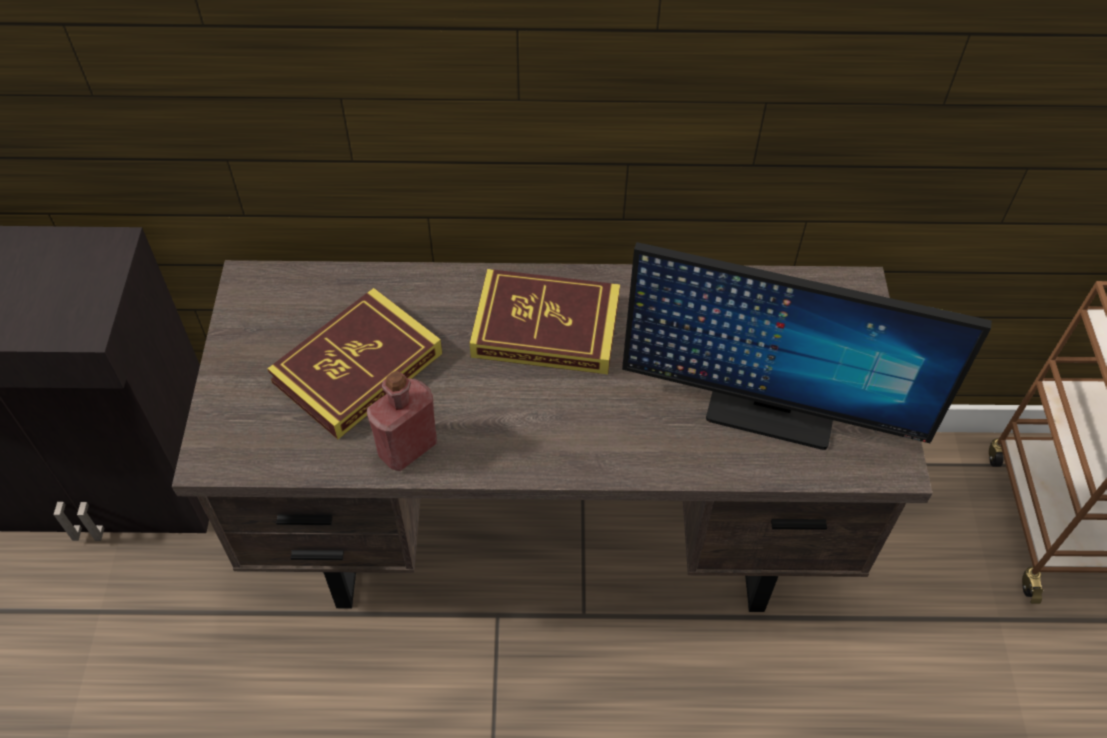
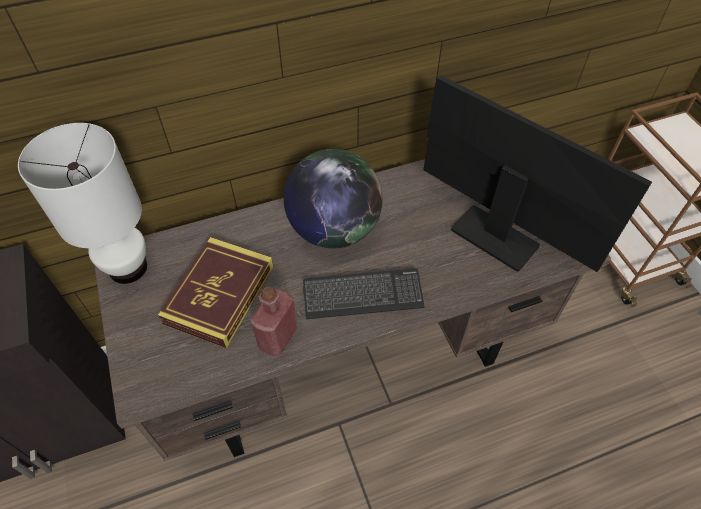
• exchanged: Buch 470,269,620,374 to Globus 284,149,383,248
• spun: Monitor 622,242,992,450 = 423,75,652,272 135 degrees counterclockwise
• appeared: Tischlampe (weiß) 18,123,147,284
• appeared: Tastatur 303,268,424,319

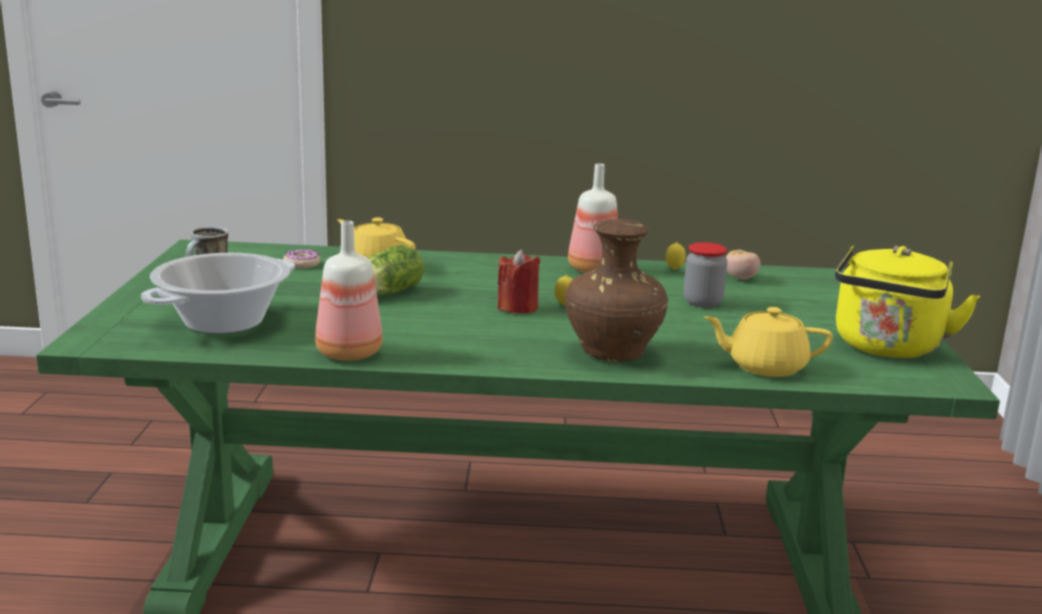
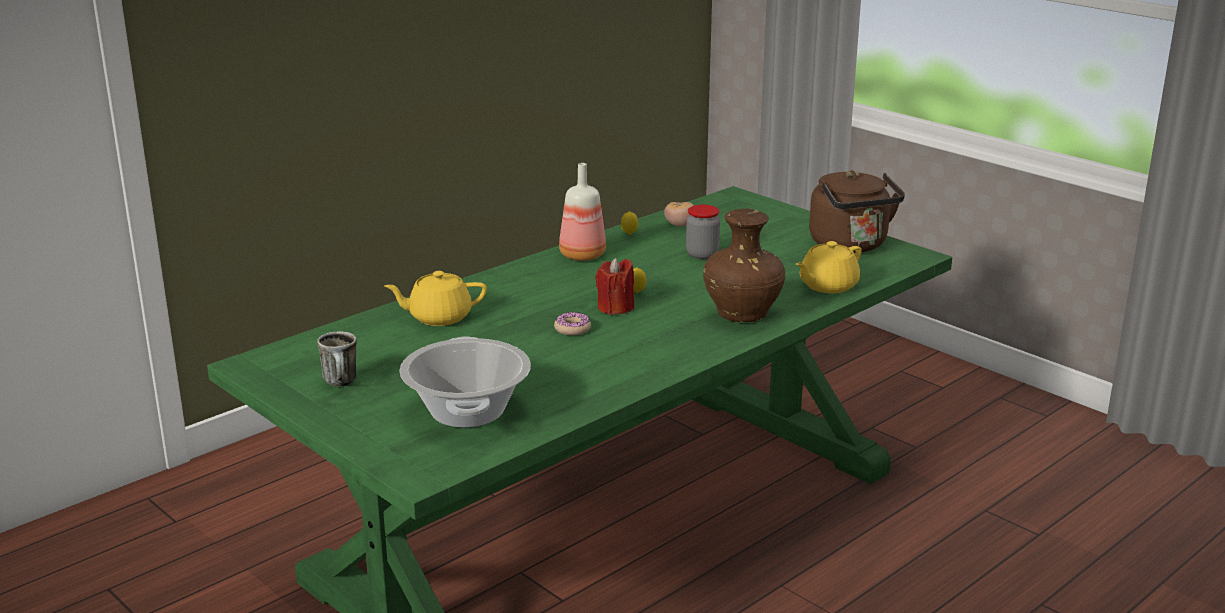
• relocated: Donut 283,249,320,269 to 554,312,591,336
• missing: Flasche 315,221,383,361
• missing: Salatkopf 368,245,424,295
• colour: Wasserkessel (gelb) 835,246,980,358 to Wasserkessel (braun) 809,170,905,253

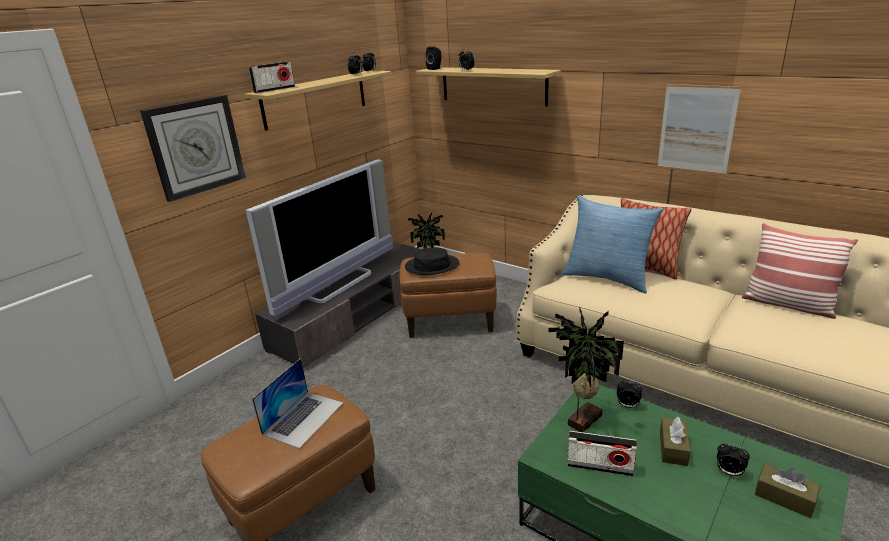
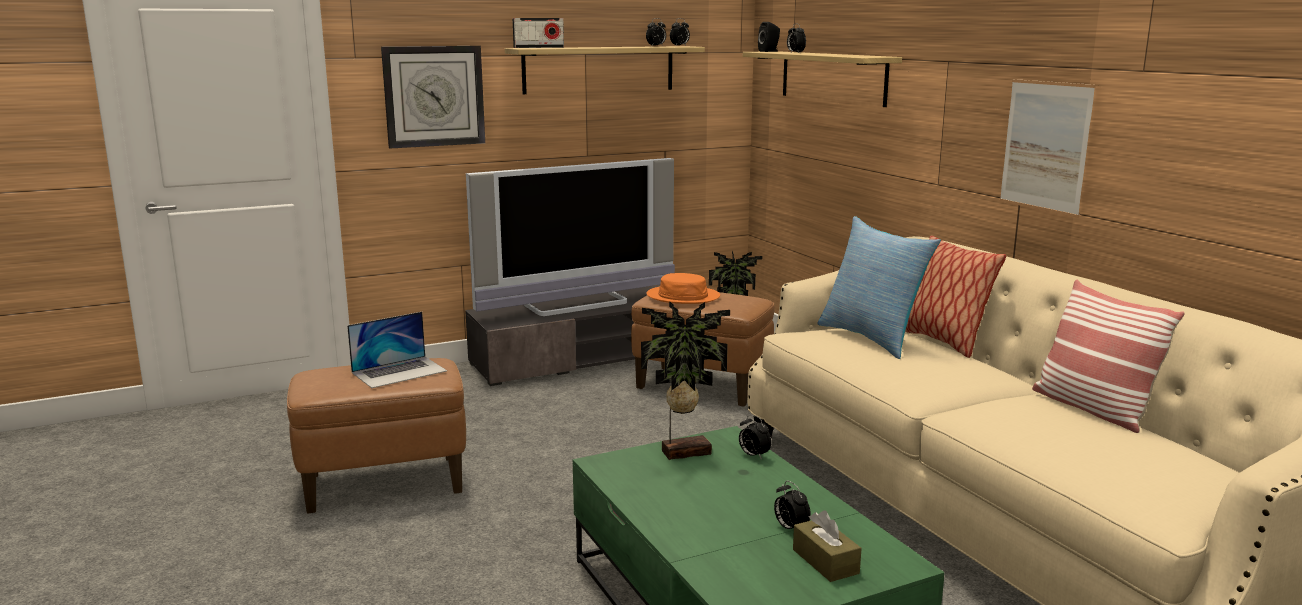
• colour: Hut (schwarz) 405,248,459,275 to Hut (orange) 646,273,720,304
• missing: Radio 567,431,637,476
• missing: Taschentuchbox (braun) 660,416,691,466

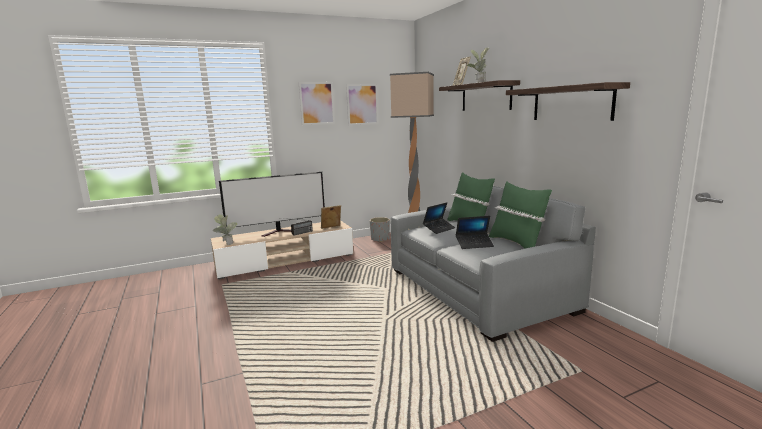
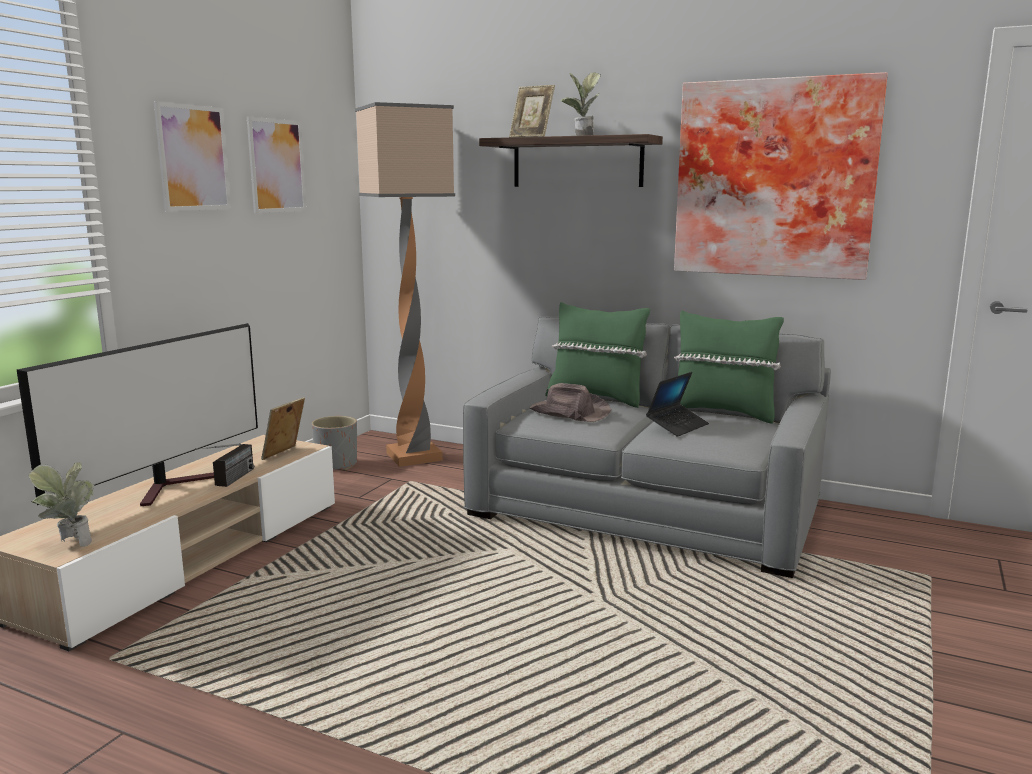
• exchanged: Laptop 423,202,455,234 to Hut (braun) 529,383,611,422
• exchanged: Wandregal 506,82,630,121 to Bild 674,72,888,280

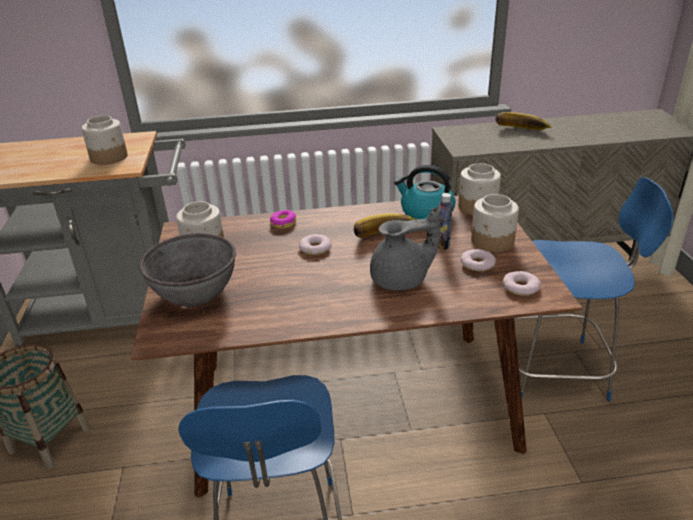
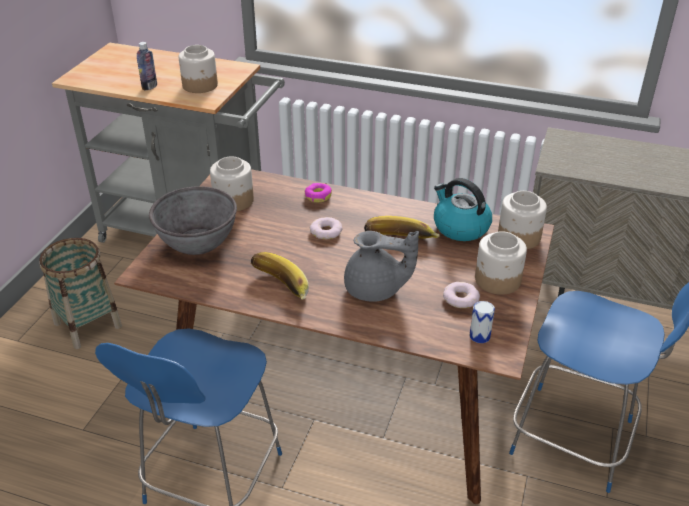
• relocated: Flasche 438,193,453,250 to 137,42,157,91
• relocated: Banane 495,112,552,130 to 251,252,309,300
• exchanged: Donut 503,271,541,296 to Dose 470,301,495,343

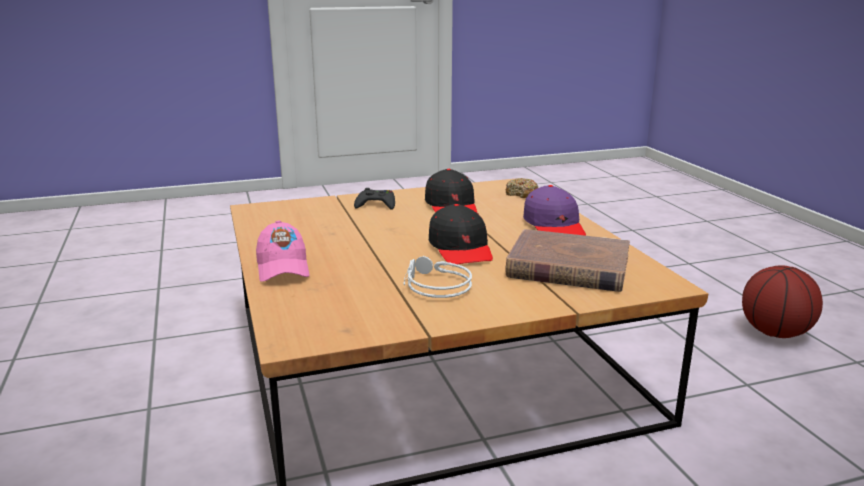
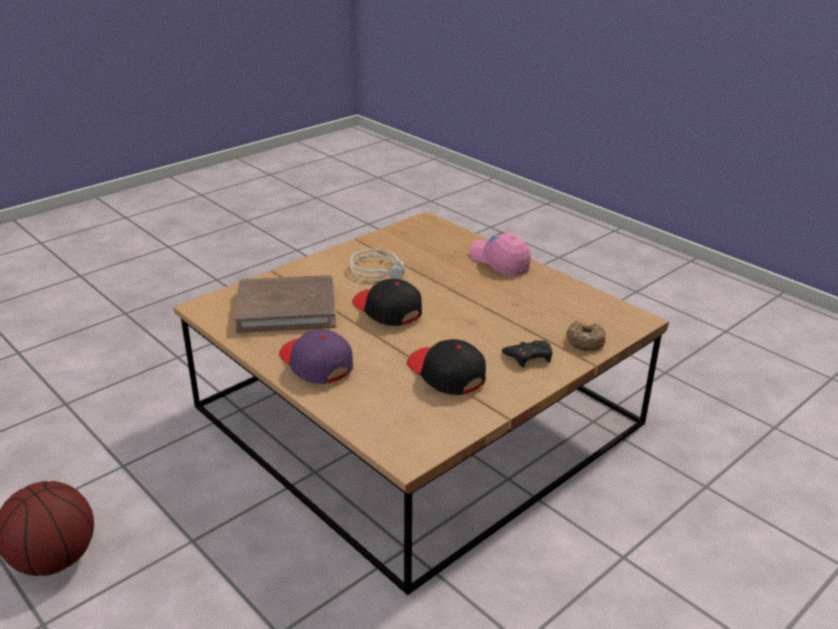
• relocated: Donut 506,178,538,198 to 566,321,606,351

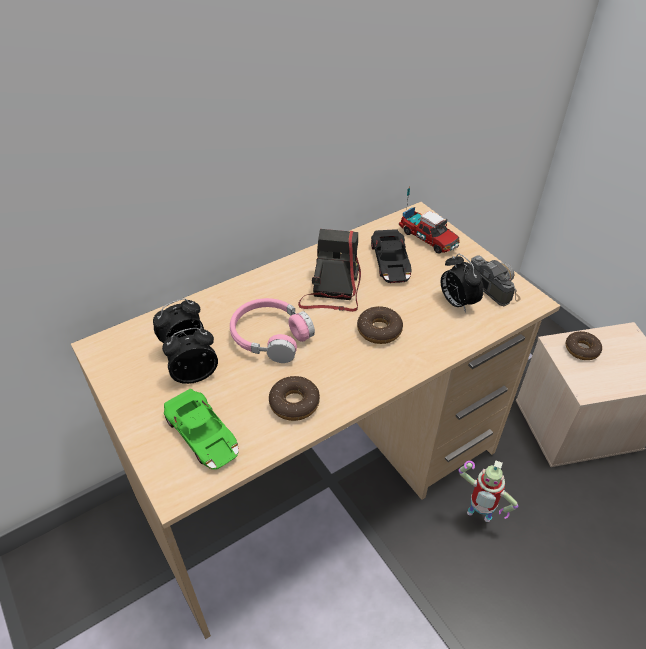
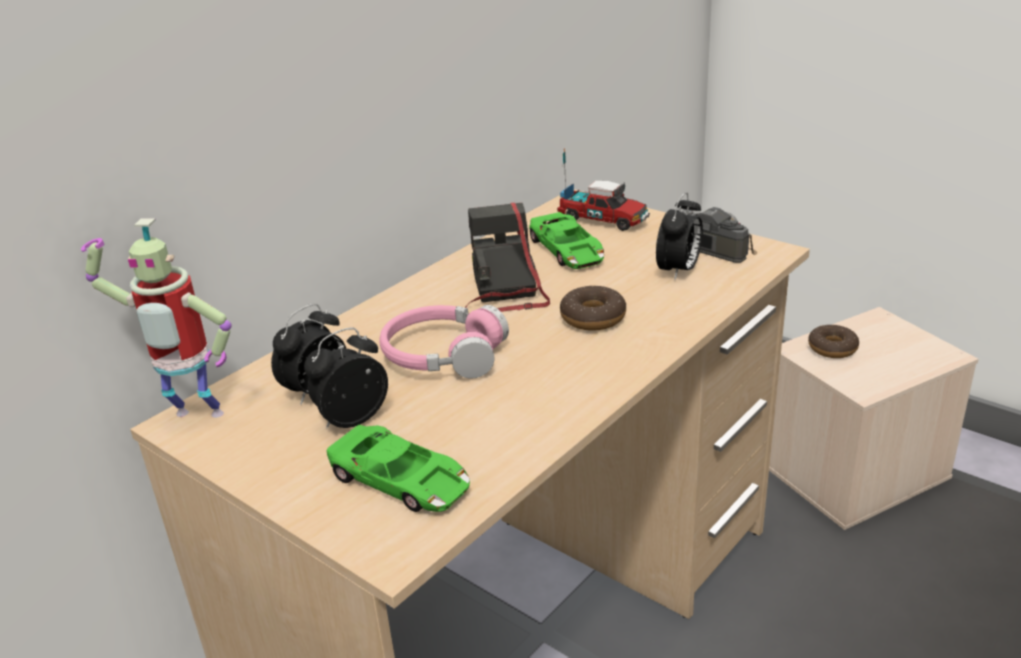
• missing: Donut 269,376,320,421
• colour: Spielzeugauto (schwarz) 371,229,411,283 to Spielzeugauto (grün) 529,212,604,269
• spun: Wecker 441,254,484,313 = 656,192,703,280 105 degrees counterclockwise
• relocated: Spielzeugroboter 458,460,518,522 to 81,218,232,418

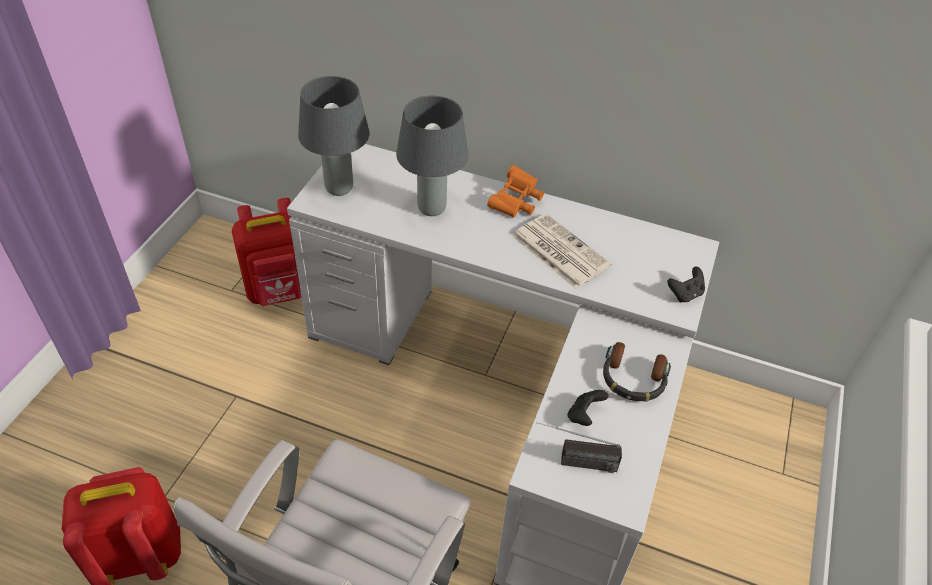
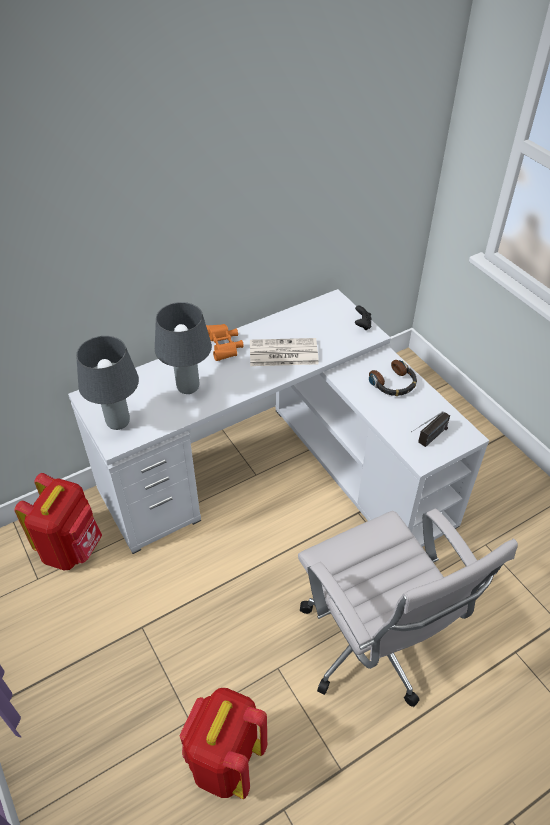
• missing: Gamepad (schwarz) 567,390,608,426

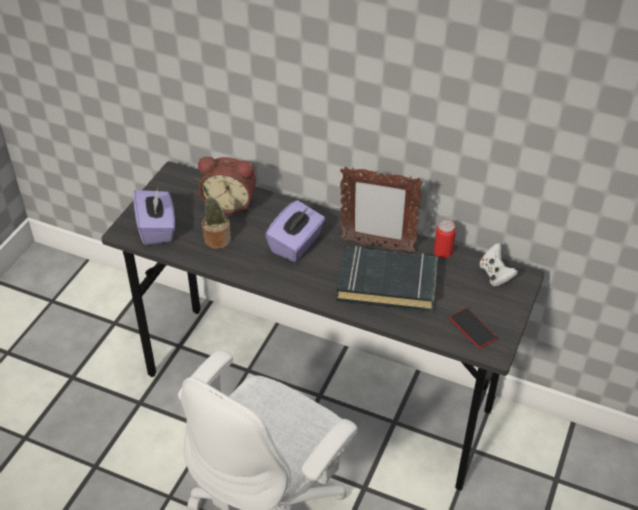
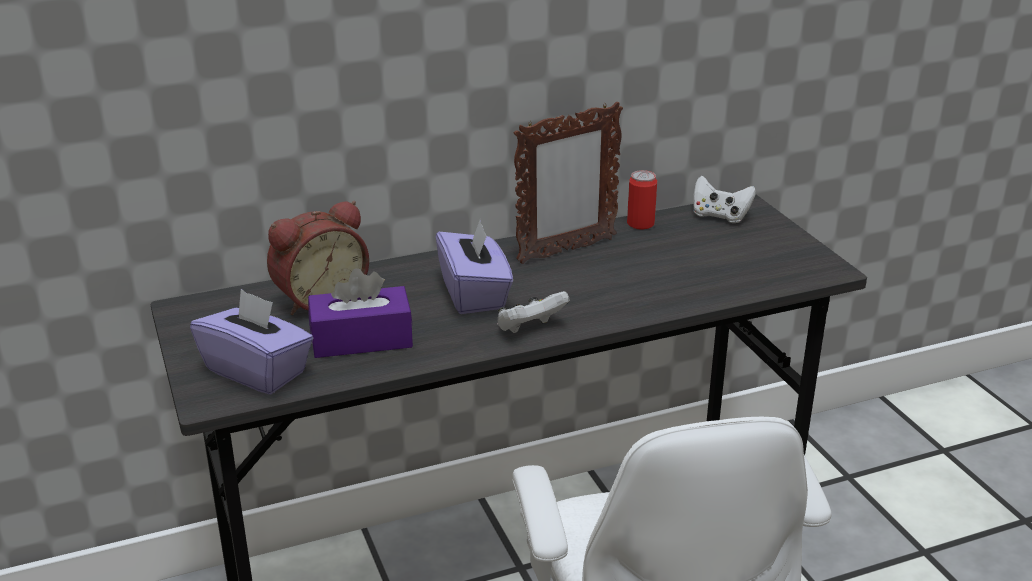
• exchanged: Topfpflanze 196,178,231,249 to Taschentuchbox (lila) 308,268,413,358
• missing: Buch (schwarz) 336,246,438,312
• missing: Handy 450,308,497,348
• appeared: Gamepad (weiß) 497,291,570,333

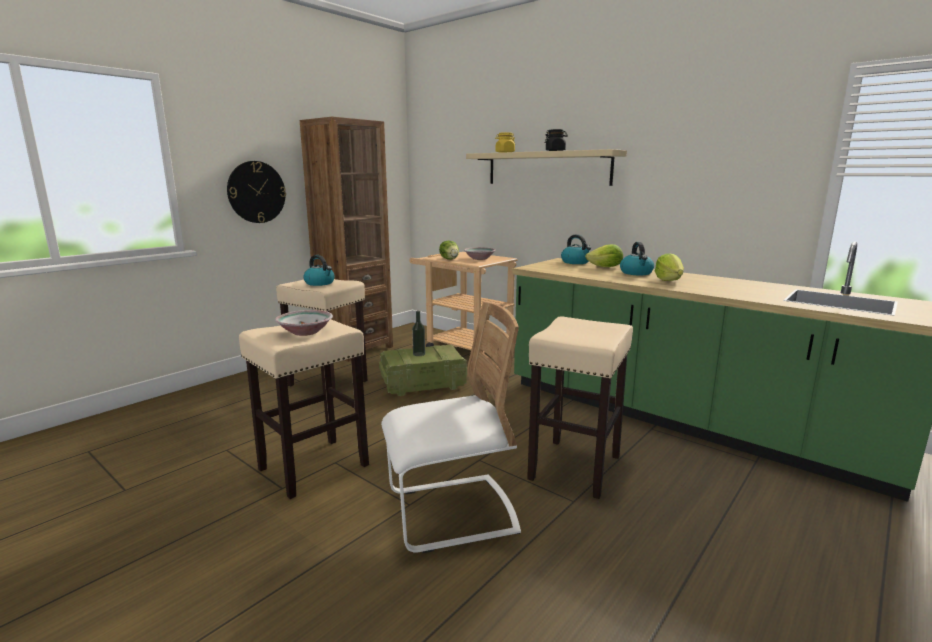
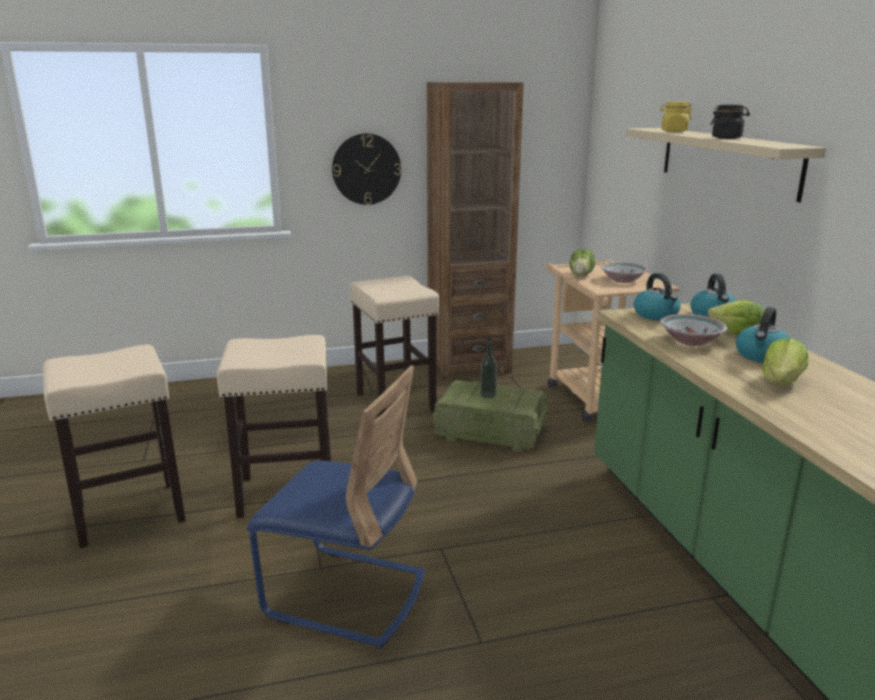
• relocated: Schüssel 275,310,333,336 to 660,314,727,346
• relocated: Wasserkessel 303,255,334,286 to 634,273,681,320
• colour: Stuhl (weiß) 381,302,521,553 to Stuhl (blau) 247,365,425,648
• relocated: Hocker (beige) 527,317,633,499 to 43,344,186,548

